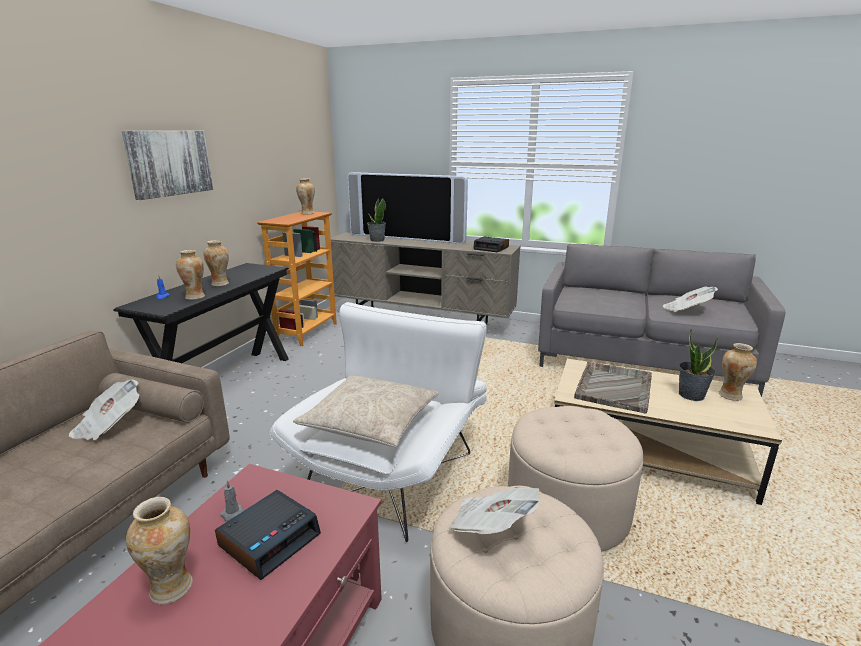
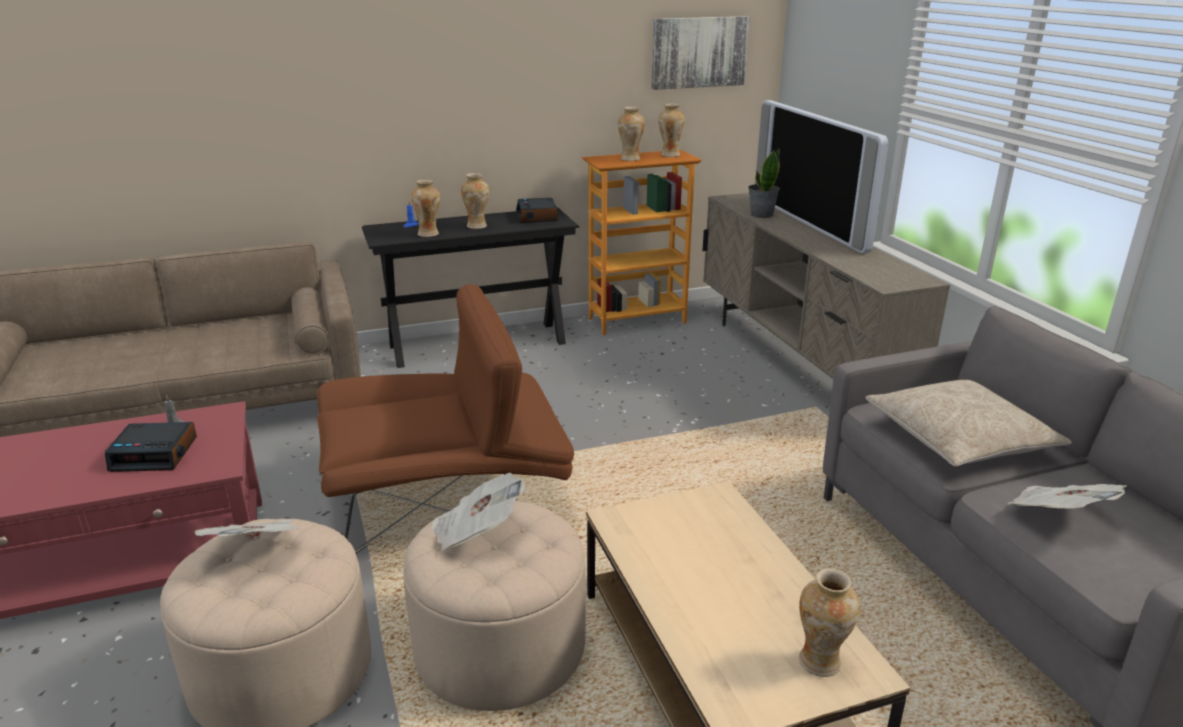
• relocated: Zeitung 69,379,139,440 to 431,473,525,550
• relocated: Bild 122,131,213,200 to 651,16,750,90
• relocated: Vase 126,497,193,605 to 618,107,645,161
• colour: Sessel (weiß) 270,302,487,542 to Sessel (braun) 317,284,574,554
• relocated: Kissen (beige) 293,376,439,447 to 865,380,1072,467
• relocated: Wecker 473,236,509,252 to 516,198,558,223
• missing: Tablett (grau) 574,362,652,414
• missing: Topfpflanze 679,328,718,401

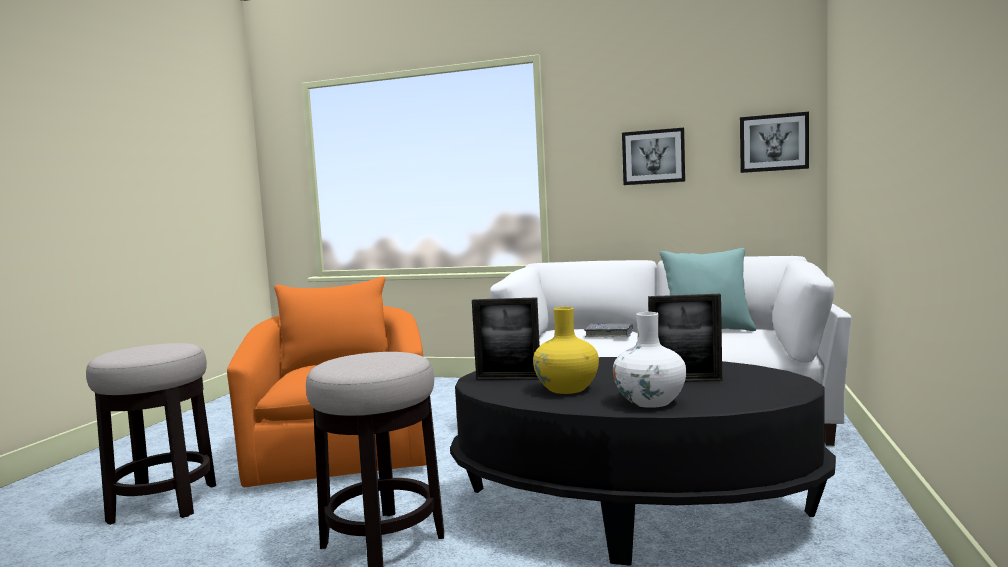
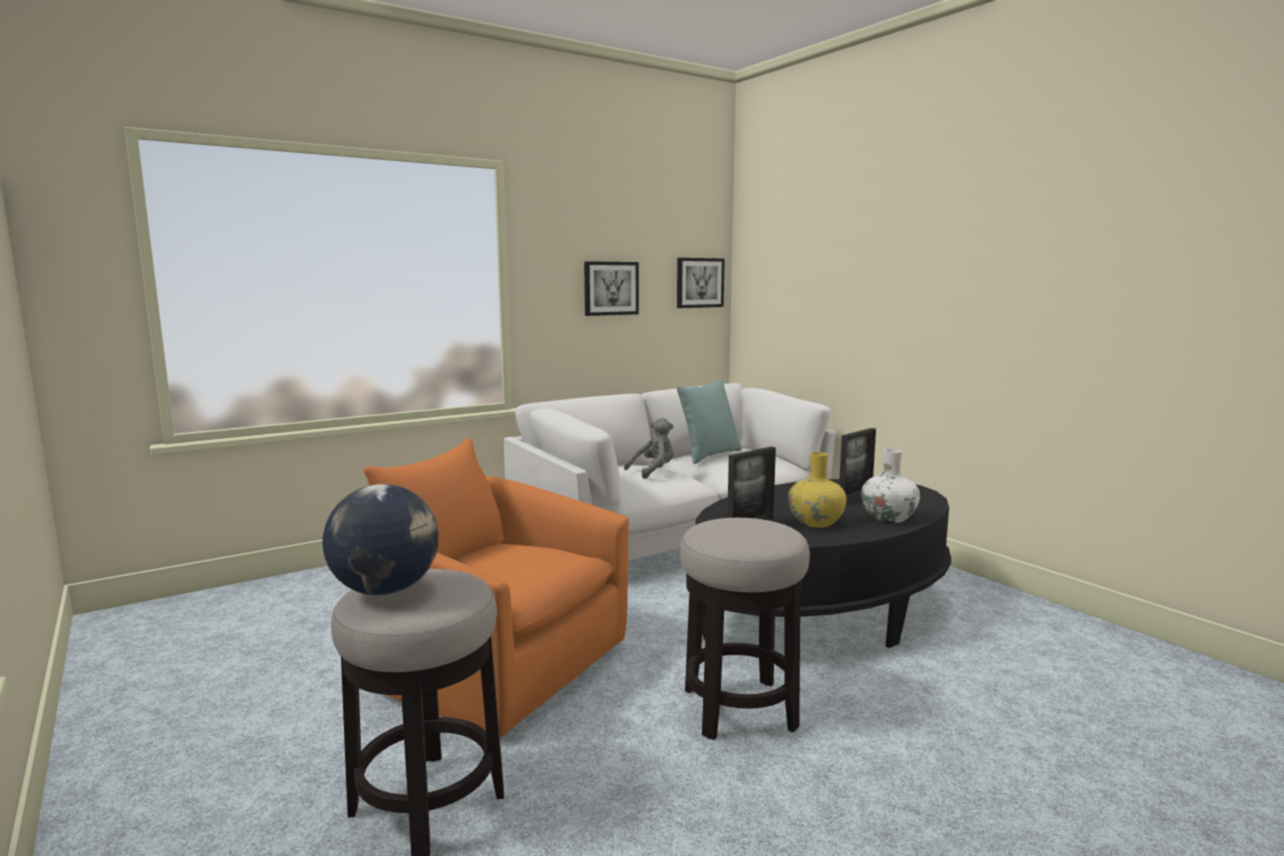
• exchanged: Buch (grau) 584,323,634,337 to Plüschtier (grau) 624,418,674,479
• appeared: Globus 322,484,439,596

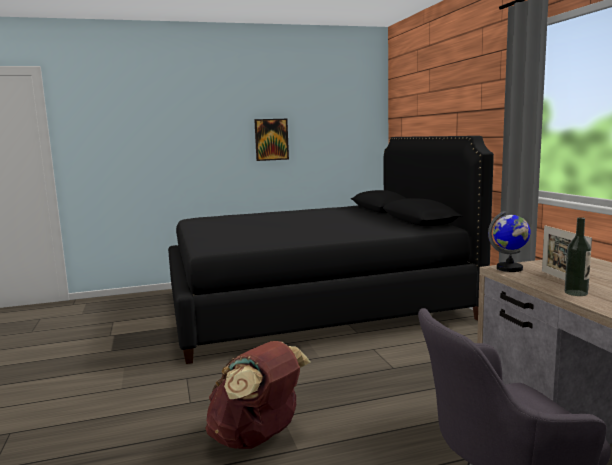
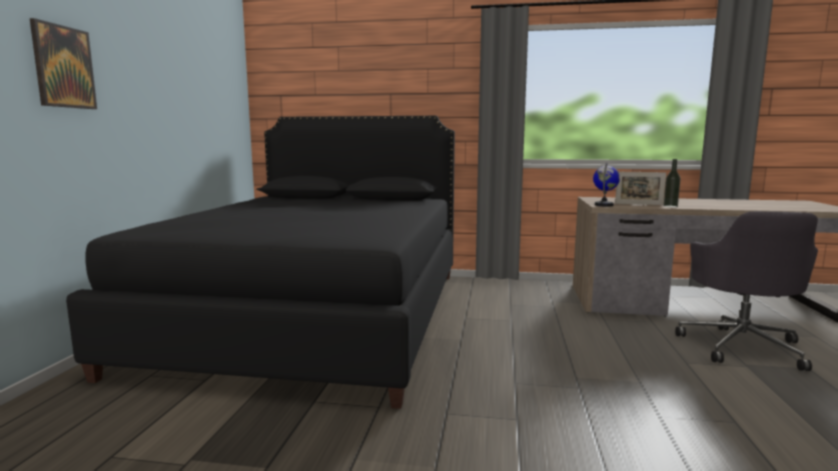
• missing: Rucksack (braun) 205,341,311,449
• relocated: Bild 254,119,289,161 to 29,18,97,109

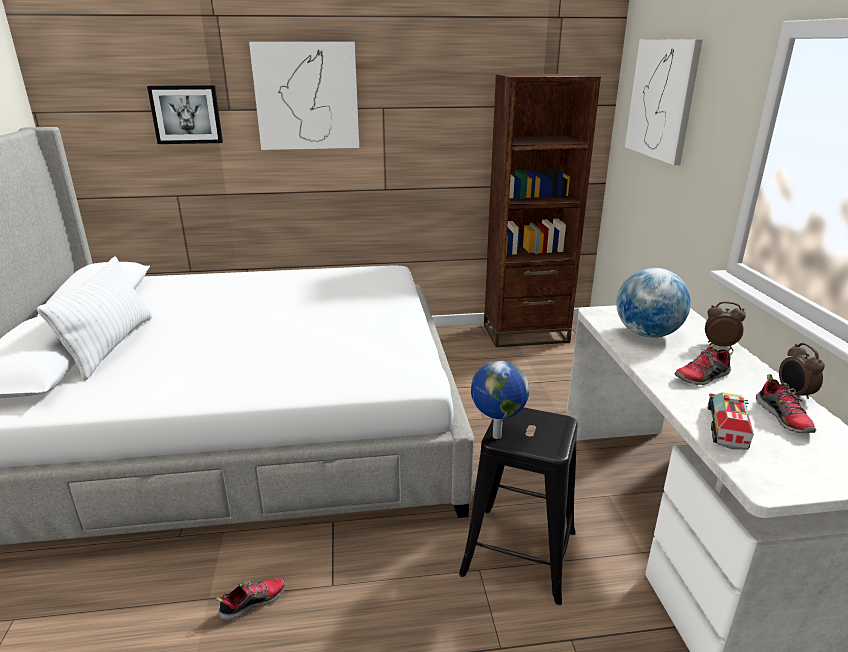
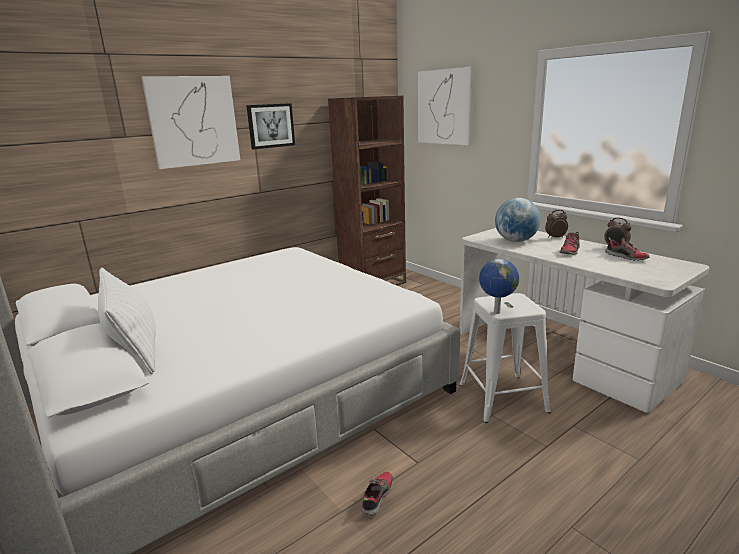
• relocated: Bild 147,85,223,144 to 246,103,295,149
• colour: Hocker (schwarz) 459,407,578,605 to Hocker (weiß) 460,293,551,423
• missing: Spielzeuglaster 708,392,754,450

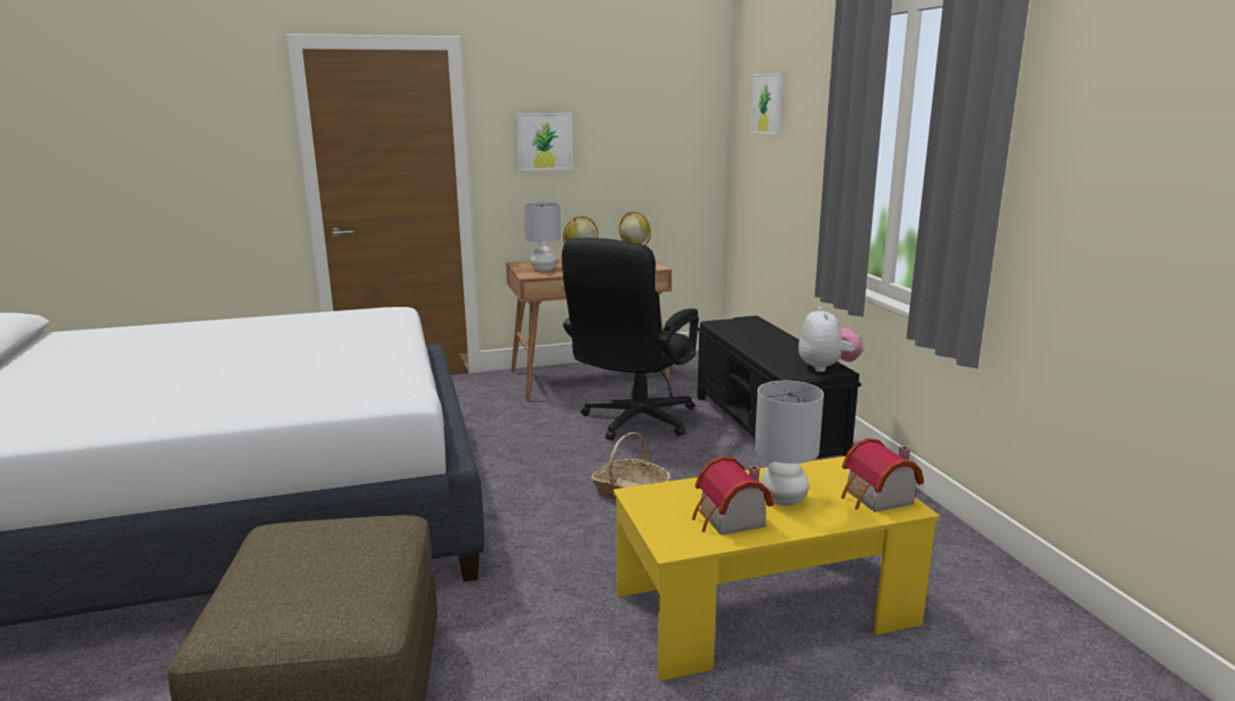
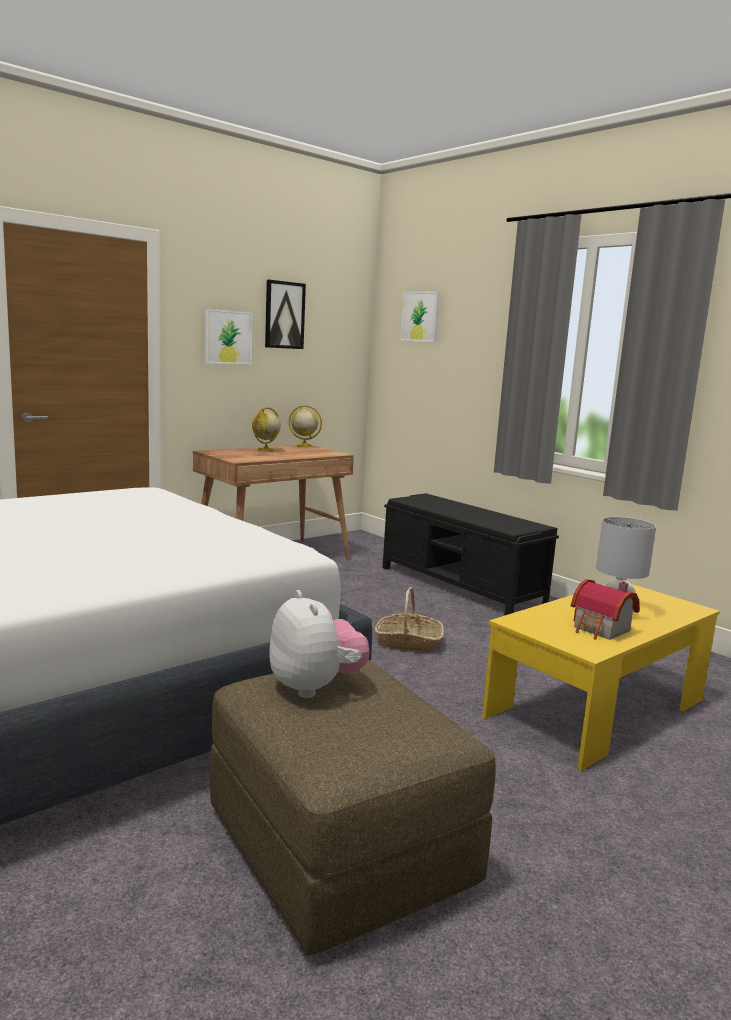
• missing: Tischlampe (grau) 524,202,561,272
• missing: Bürostuhl (schwarz) 562,238,699,441
• relocated: Plüschtier 798,306,862,372 to 269,590,369,698
• missing: Spielzeughaus 841,438,924,512
• appeared: Bild 265,280,306,349

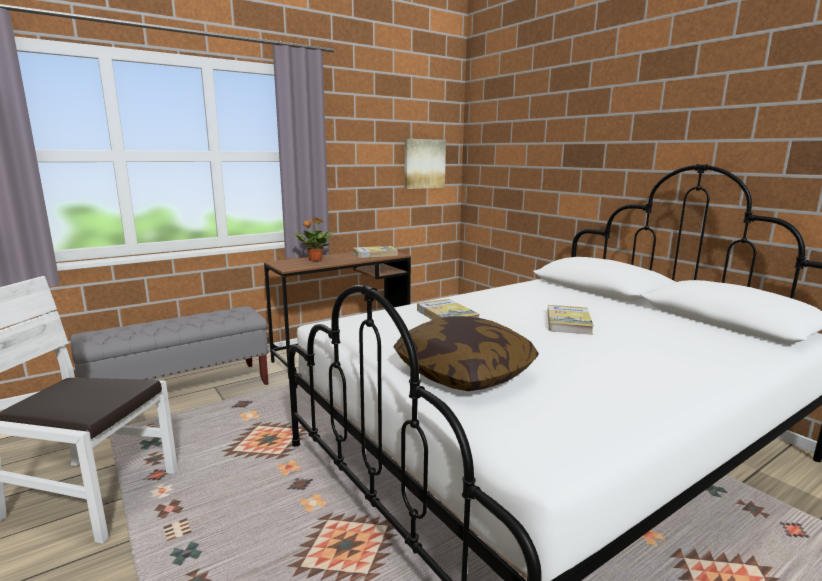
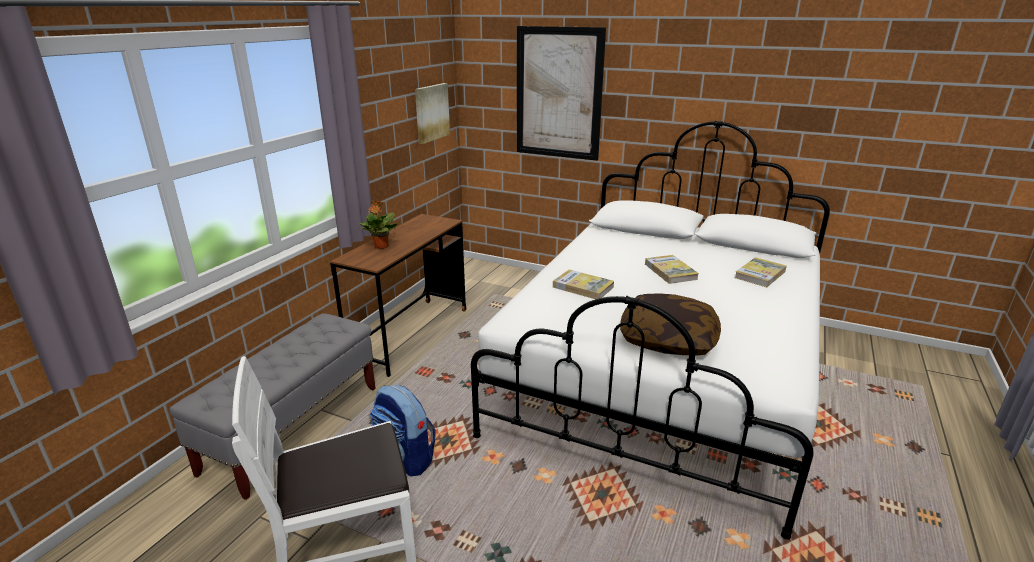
• relocated: Buch 353,246,398,258 to 735,257,787,287
• appeared: Rucksack 370,385,436,476
• appeared: Bild 517,26,606,161

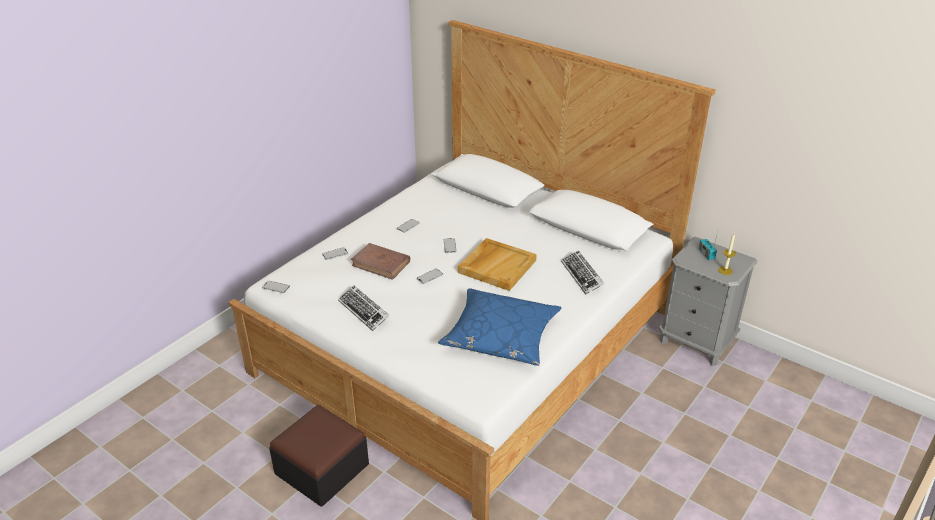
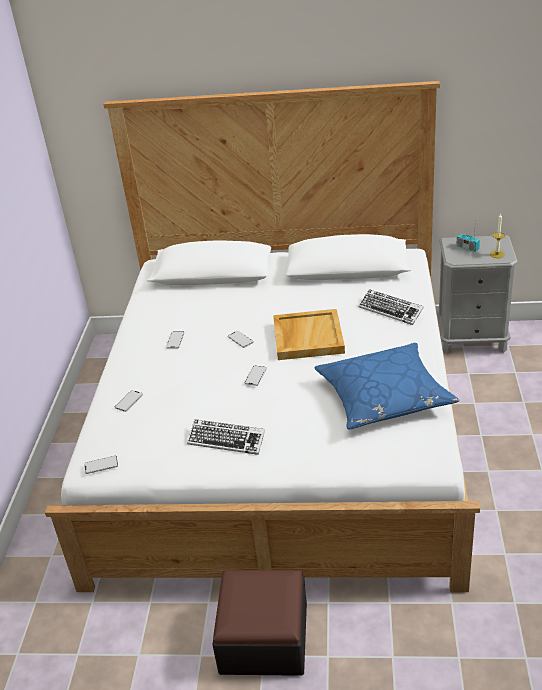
• missing: Buch (braun) 351,243,410,280

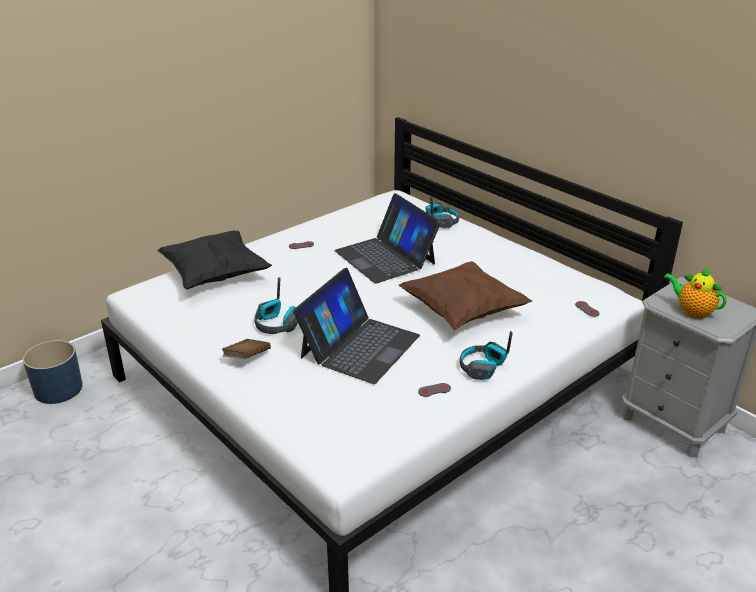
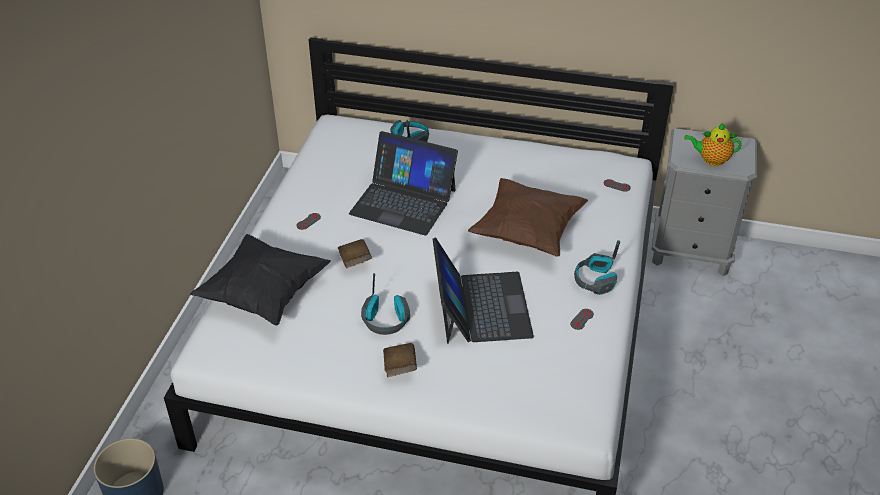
• appeared: Buch (braun) 338,239,372,268

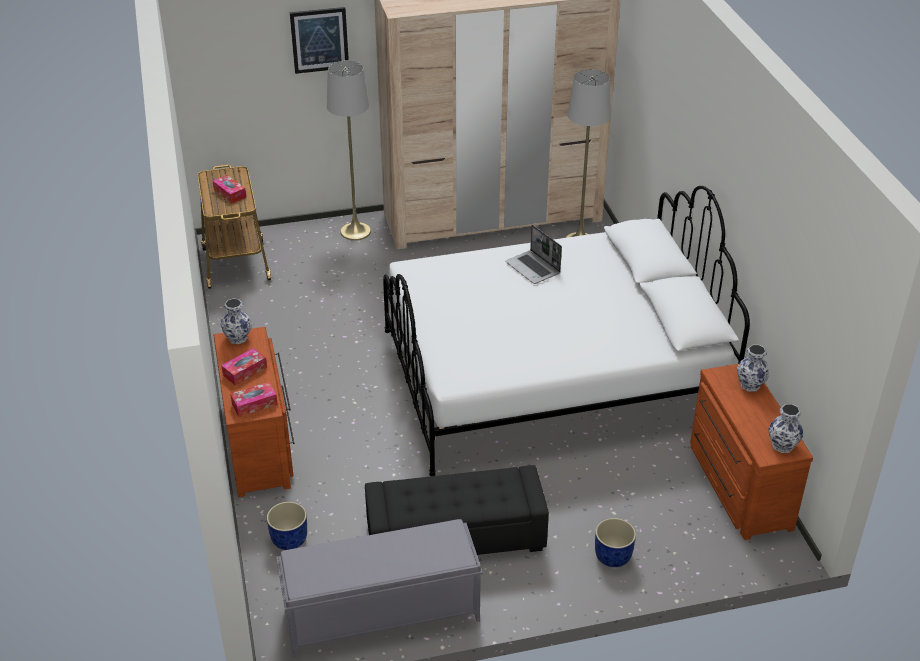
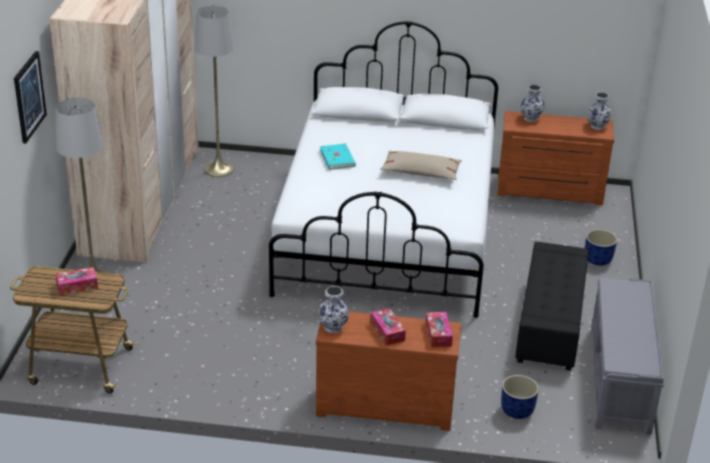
• exchanged: Laptop 505,225,562,284 to Buch (türkis) 320,144,356,170
• appeared: Kissen (beige) 380,151,462,180

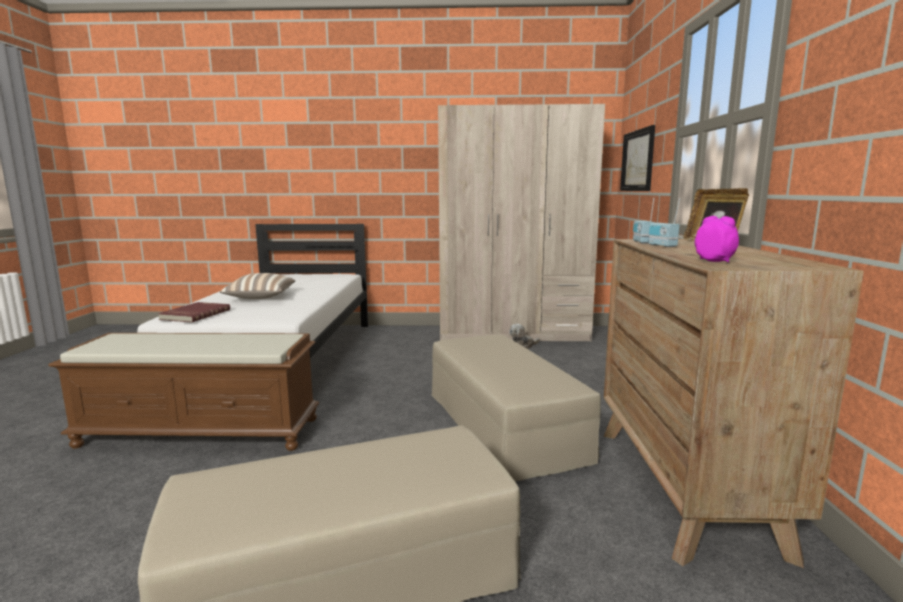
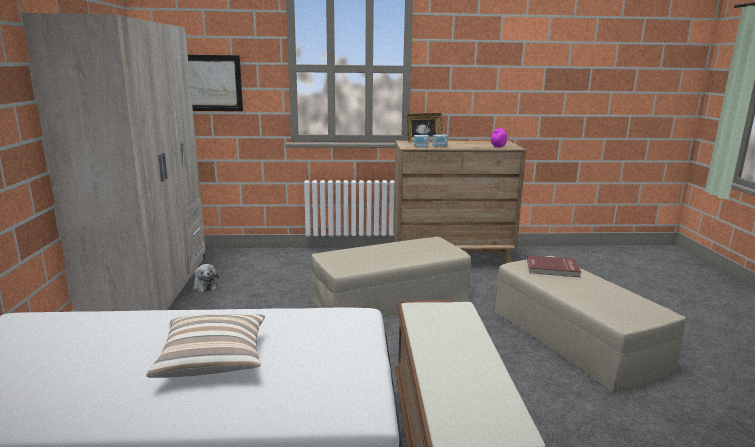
• relocated: Buch (rot) 158,302,230,323 to 527,255,581,277

